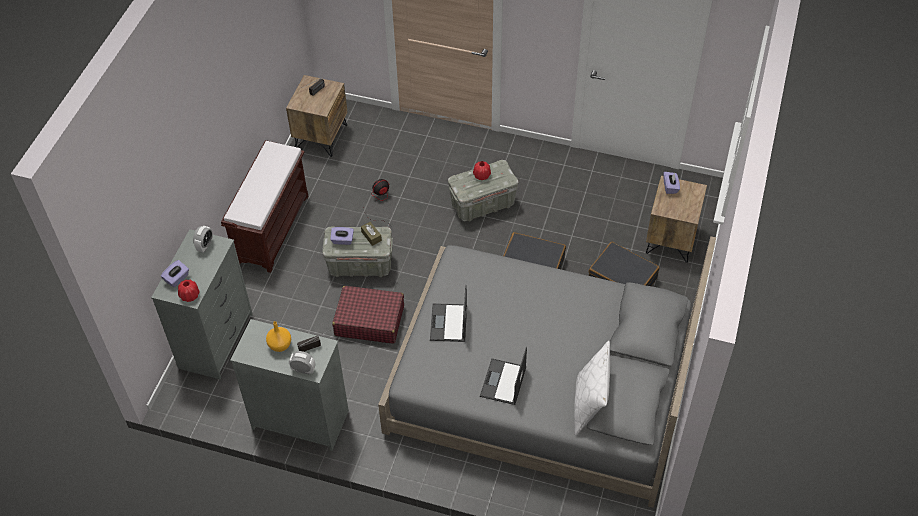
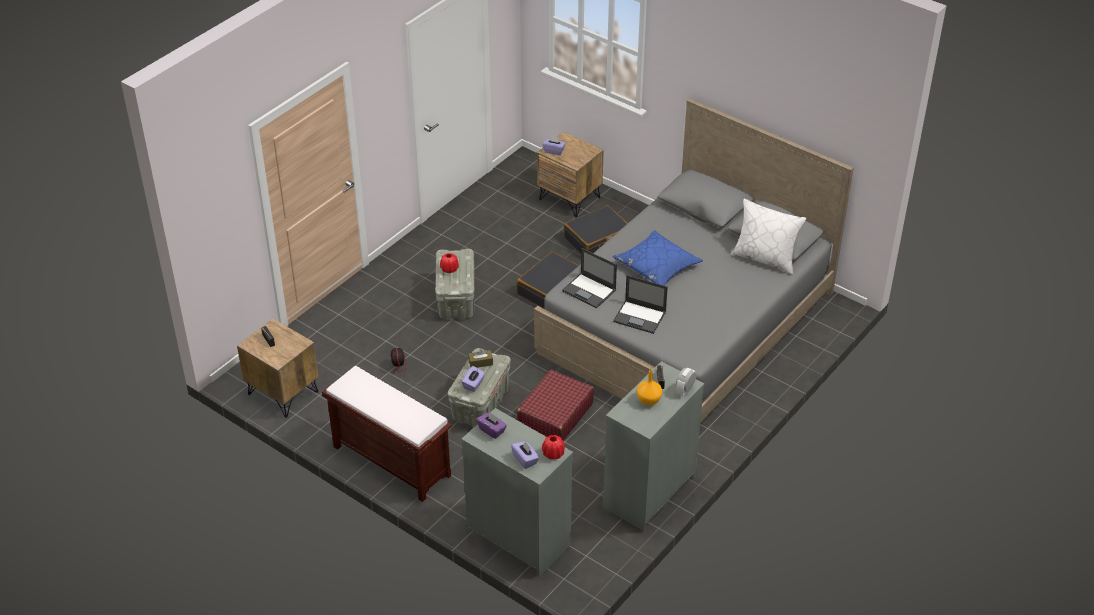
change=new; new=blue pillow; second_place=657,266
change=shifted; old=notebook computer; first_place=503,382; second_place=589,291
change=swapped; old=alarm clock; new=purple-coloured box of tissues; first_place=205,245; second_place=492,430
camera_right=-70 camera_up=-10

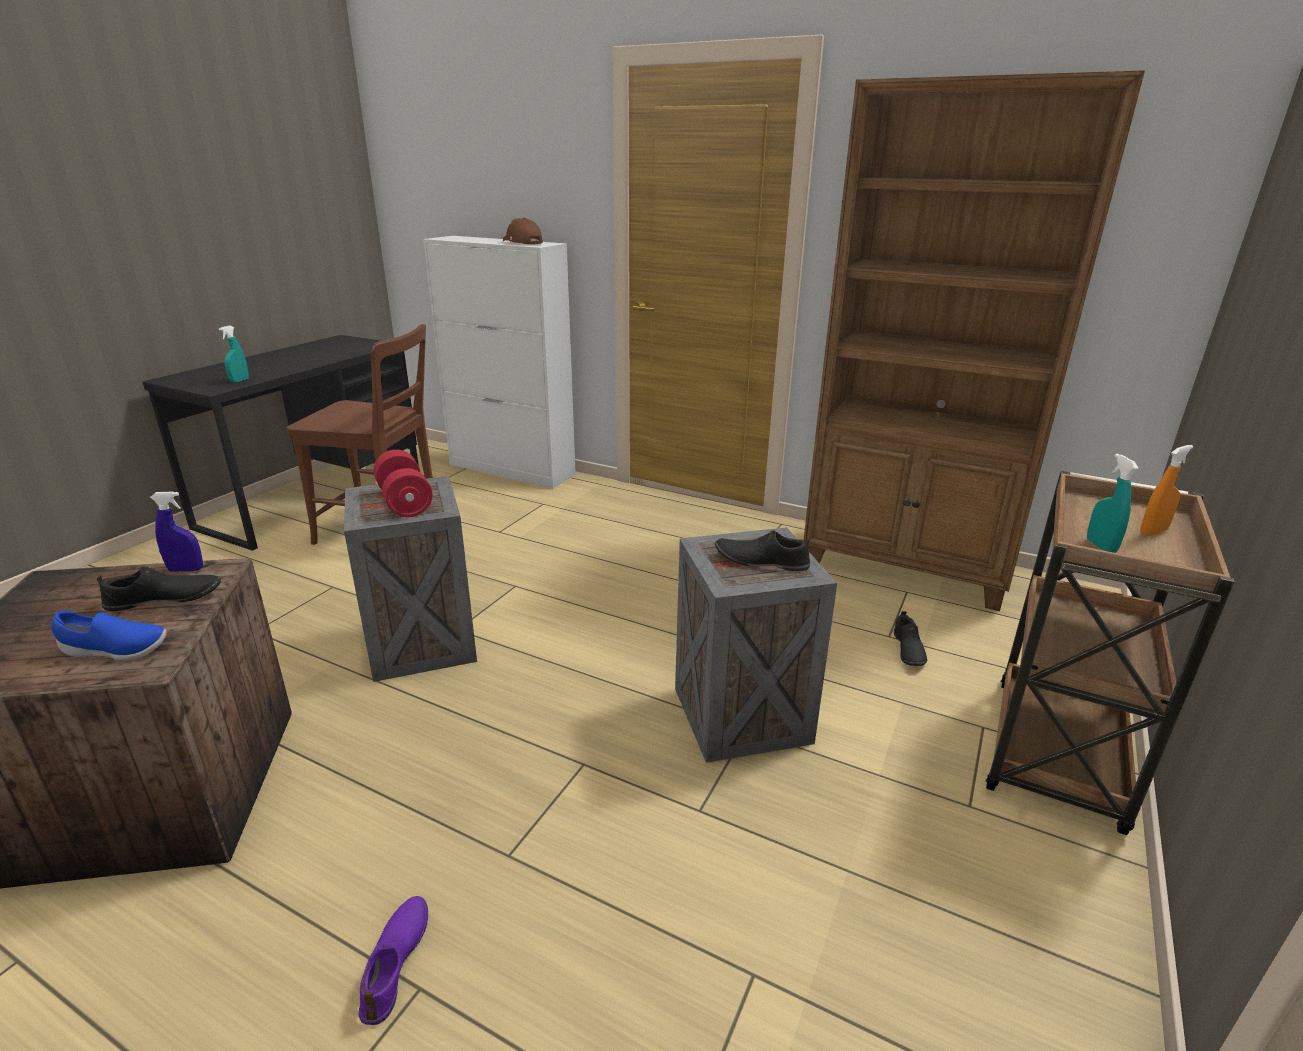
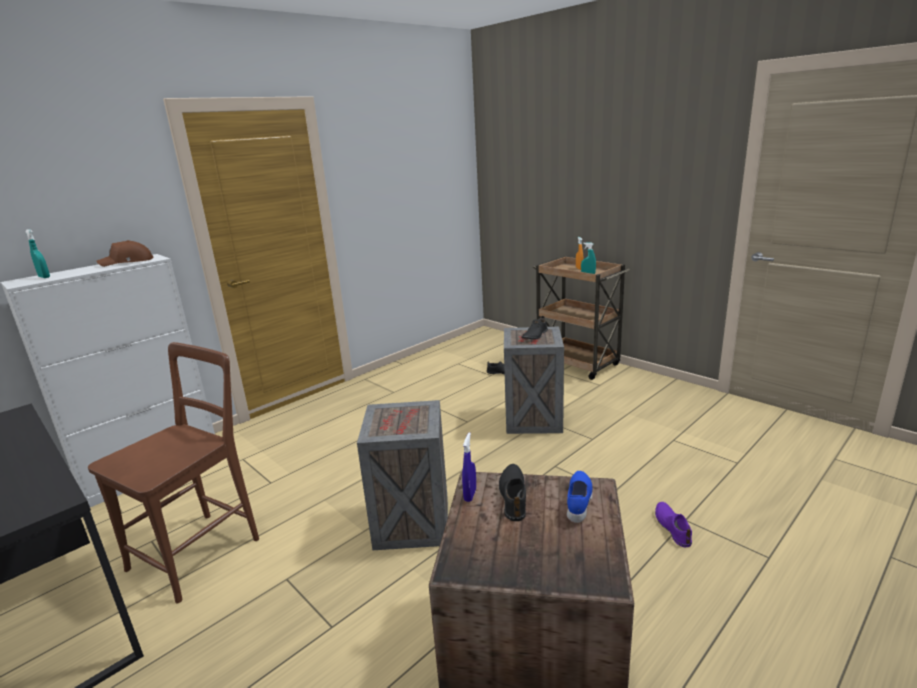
change=gone; old=red-coloured hand weight; first_place=405,502
change=gone; old=brownish shelving unit; first_place=907,567
change=shifted; old=blue-green hand sprayer; first_place=239,380; second_place=44,277
change=rotated; old=purple-coloured item of footwear; first_place=396,962; second_place=672,527; degrees=60
camera_right=-70 camera_up=-5

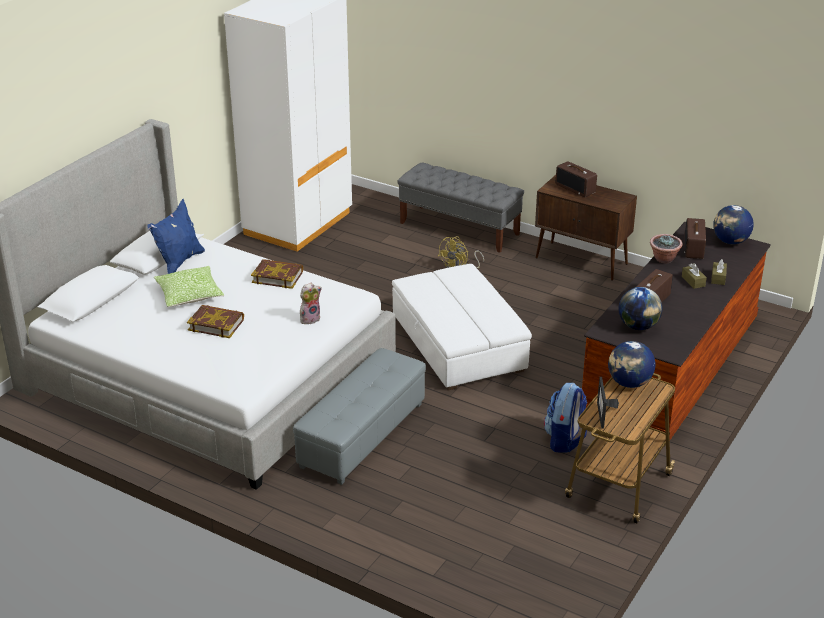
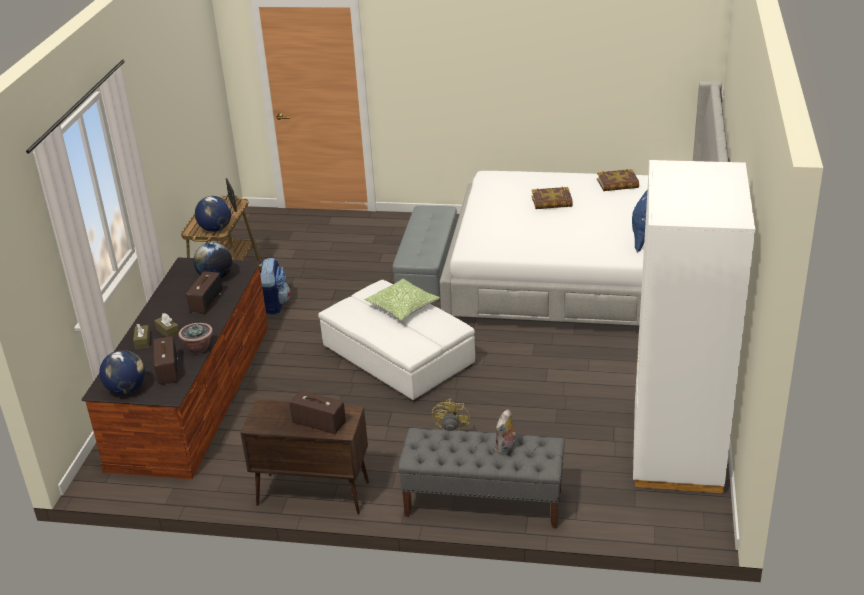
change=shifted; old=pillow; first_place=189,295; second_place=402,307
change=shifted; old=book; first_place=277,277; second_place=617,184
change=shifted; old=plush toy; first_place=310,318; second_place=506,448
camera_right=160 camera_up=0

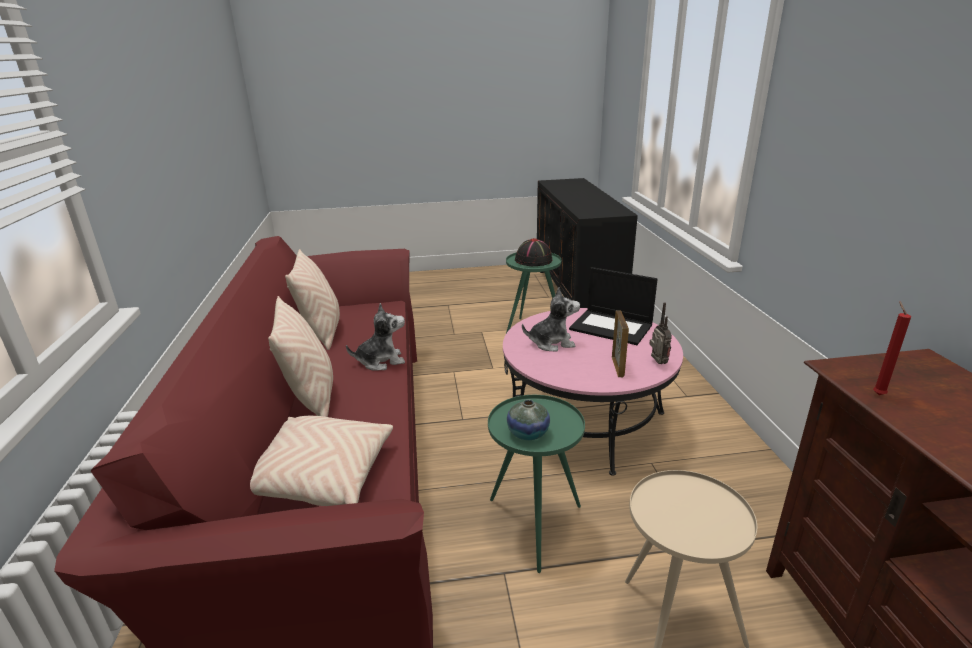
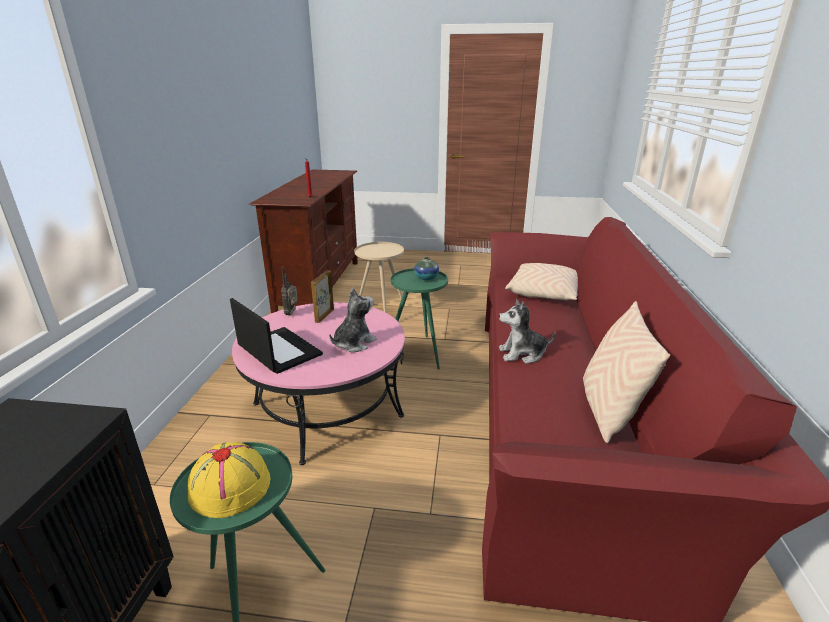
change=gone; old=beige-coloured pillow; first_place=311,398
change=repainted; old=black hat; new=yellow hat; first_place=534,260; second_place=230,486
change=rotated; old=plush toy; first_place=551,343; second_place=353,343; degrees=120
camera_right=-165 camera_up=0

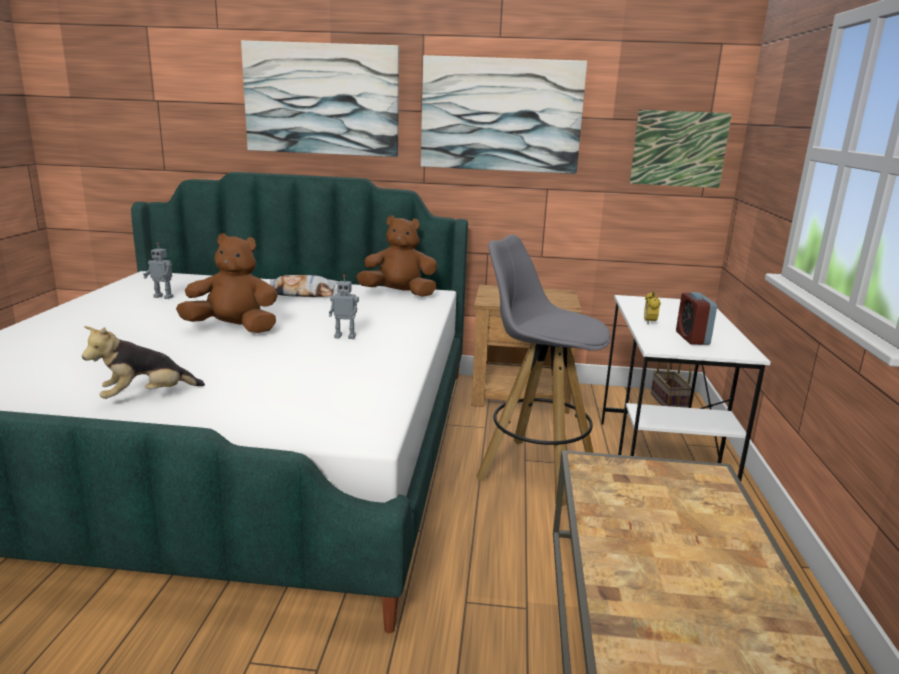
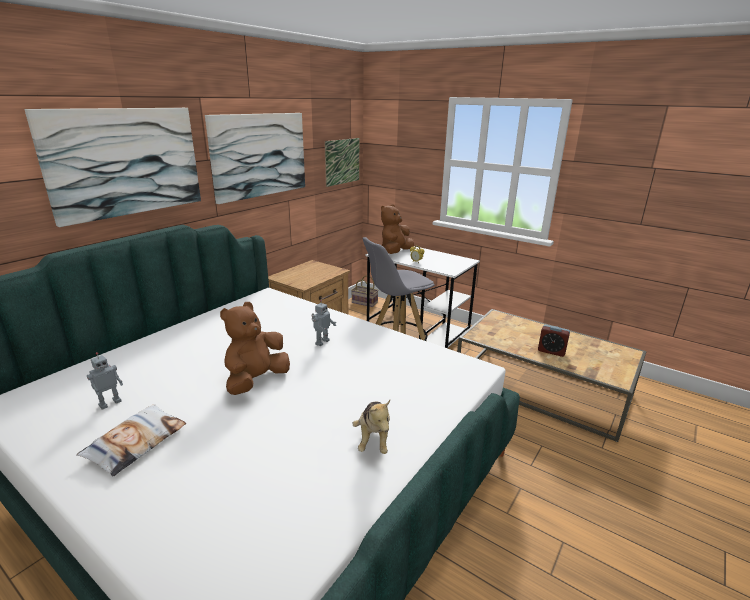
change=shifted; old=pillow; first_place=302,293; second_place=136,443
change=shifted; old=brownish plush toy; first_place=399,294; second_place=395,252
change=shifted; old=alarm clock; first_place=692,338; second_place=551,351
camera_right=-60 camera_up=5

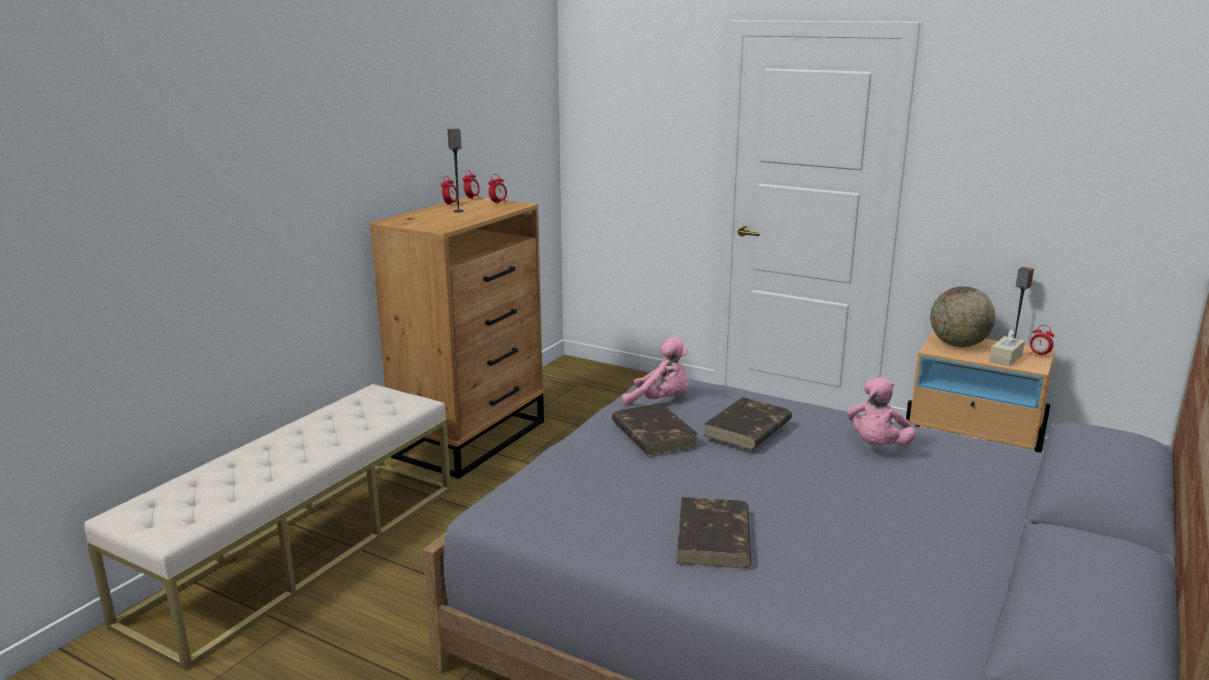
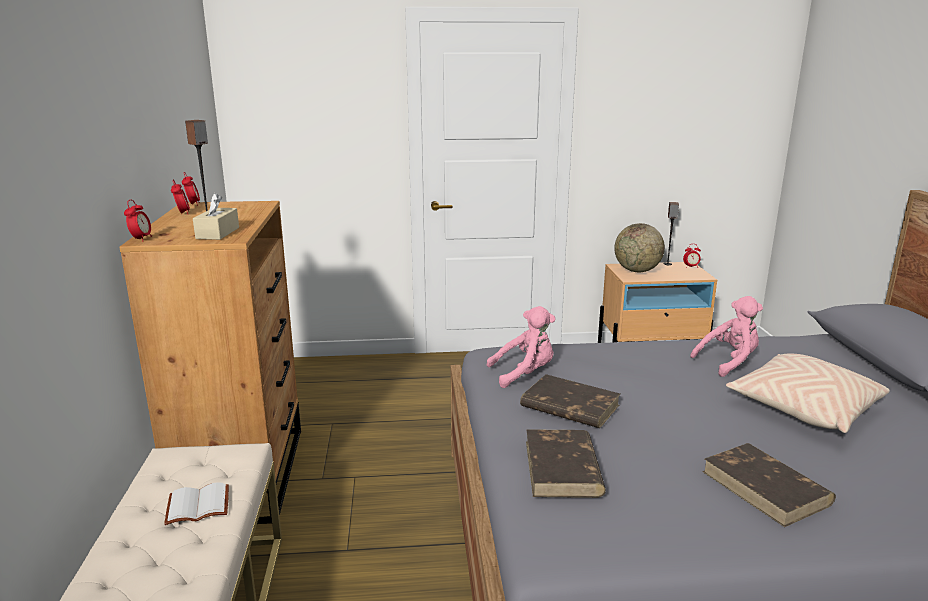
change=new; new=white book; second_place=197,507
change=new; new=beige-coloured pillow; second_place=803,408
change=shifted; old=alarm clock; first_place=498,203; second_place=141,239
change=shifted; old=brownish book; first_place=747,428; second_place=563,468
change=shifted; old=beige-coloured box of tissues; first_place=1005,358; second_place=218,233
change=rotated; old=pinkish plush toy; first_place=877,447; second_place=729,362; degrees=-105
camera_right=-35 camera_up=0

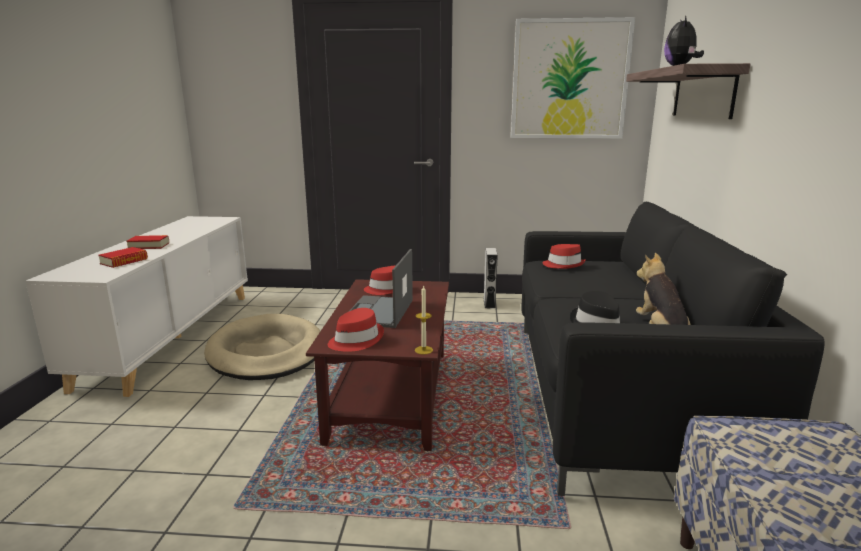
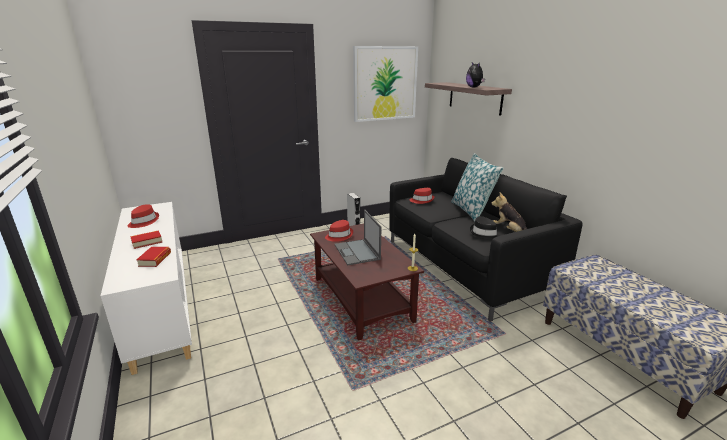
change=gone; old=beige-coloured dog bed; first_place=266,352
change=new; new=pillow; second_place=472,211
change=shifted; old=red-coloured hat; first_place=356,340; second_place=143,221
camera_right=-30 camera_up=5

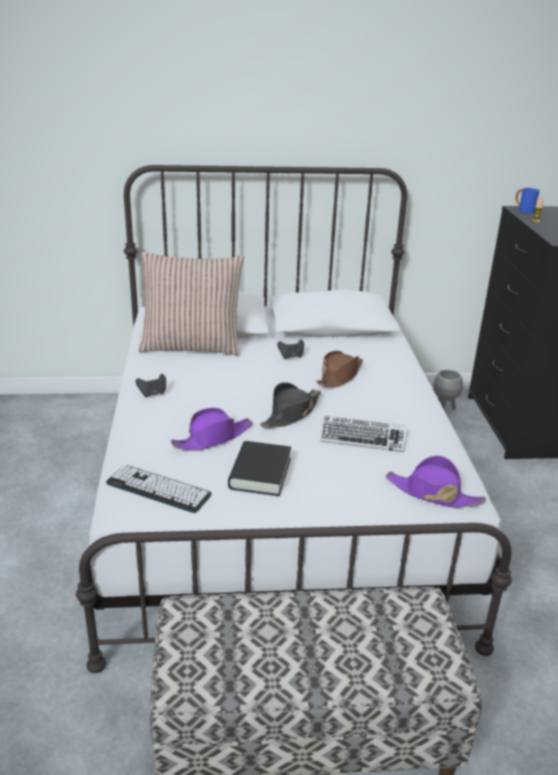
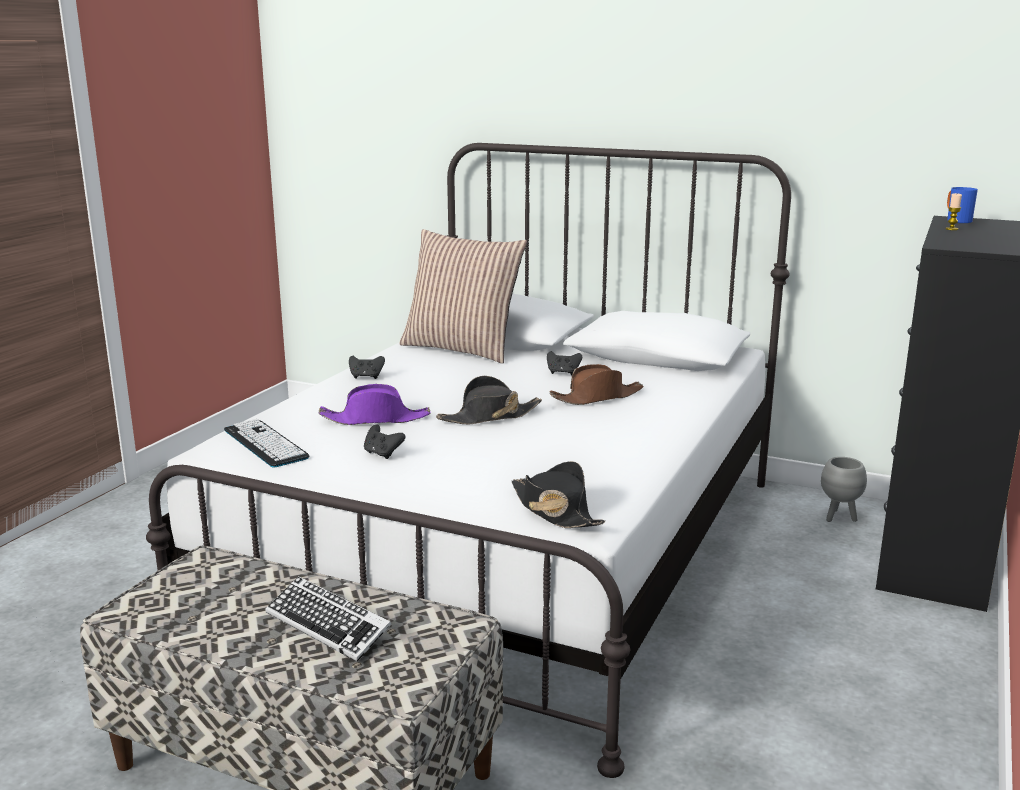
change=shifted; old=PC keyboard; first_place=362,438; second_place=328,625
change=swapped; old=black book; new=black gamepad; first_place=260,473; second_place=382,454
change=repainted; old=purple-coloured hat; new=black hat; first_place=432,493; second_place=554,511
camera_right=30 camera_up=-10

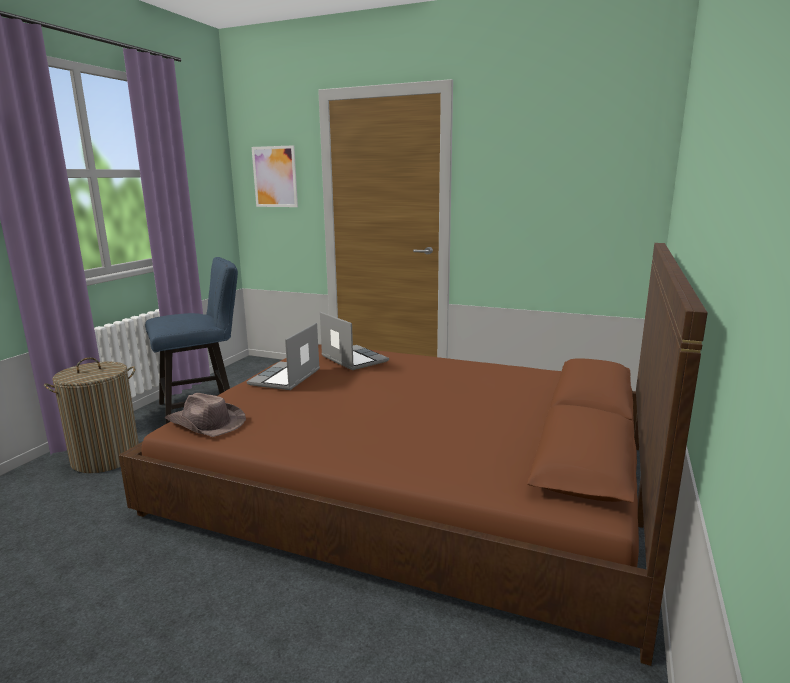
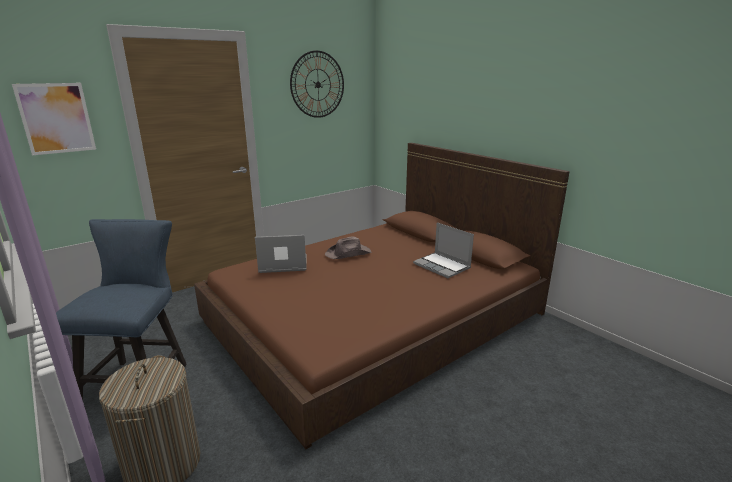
change=new; new=hanging clock; second_place=317,84
change=shifted; old=brownish hat; first_place=205,423; second_place=348,254
change=shifted; old=notebook computer; first_place=285,378; second_place=442,266
camera_right=-60 camera_up=5

